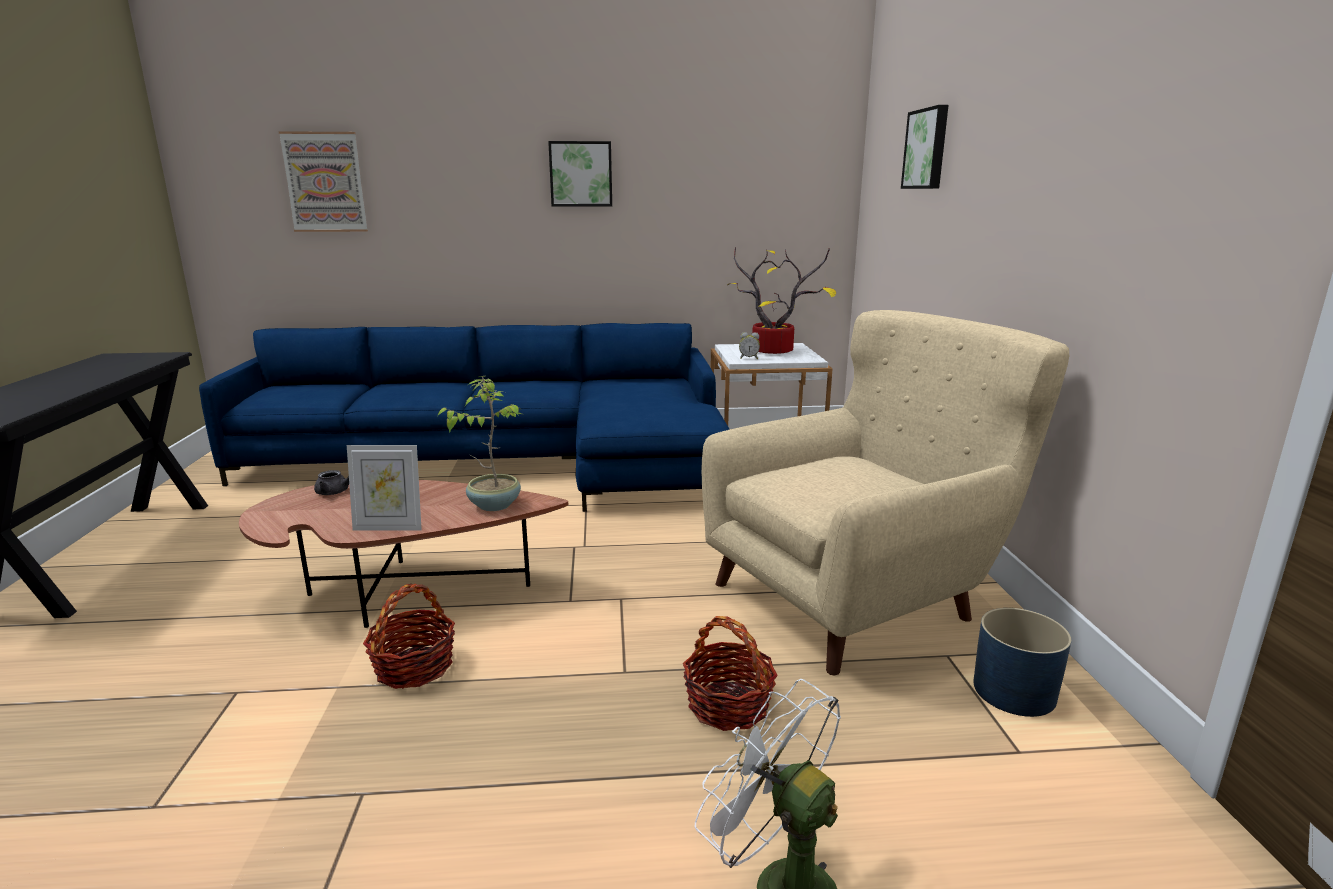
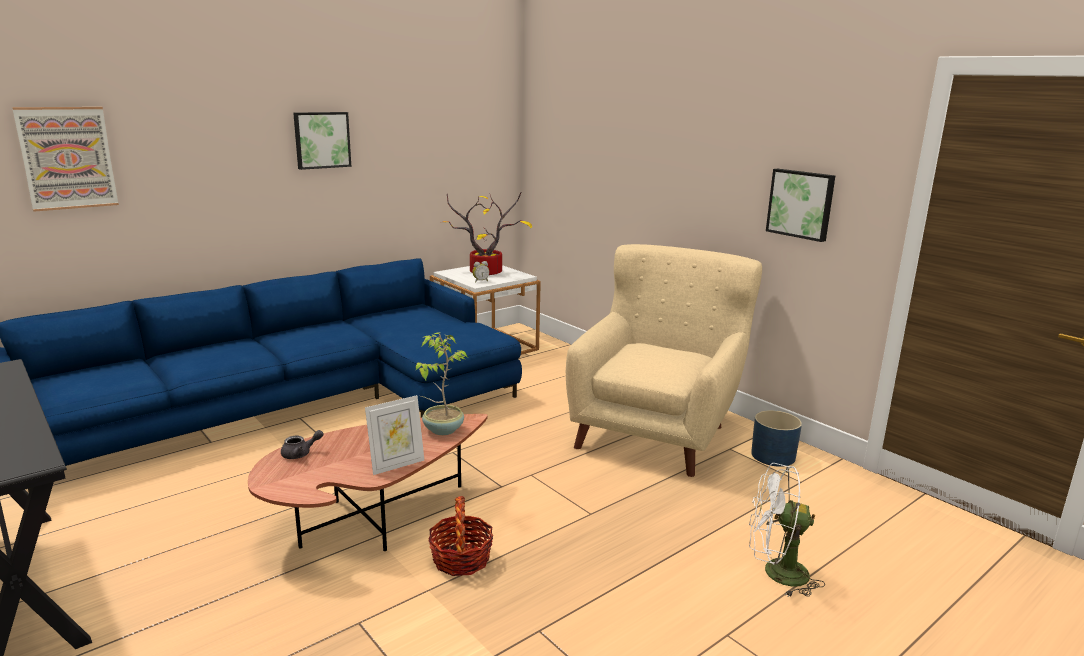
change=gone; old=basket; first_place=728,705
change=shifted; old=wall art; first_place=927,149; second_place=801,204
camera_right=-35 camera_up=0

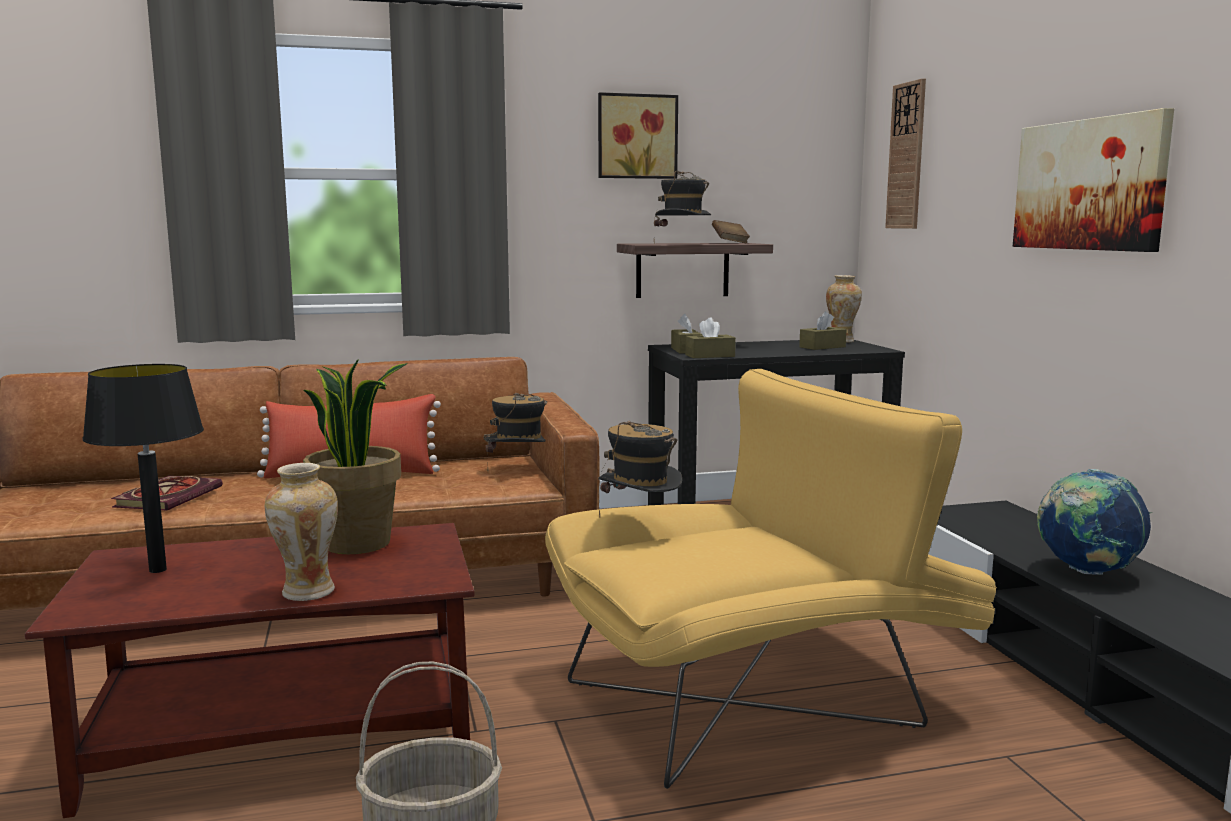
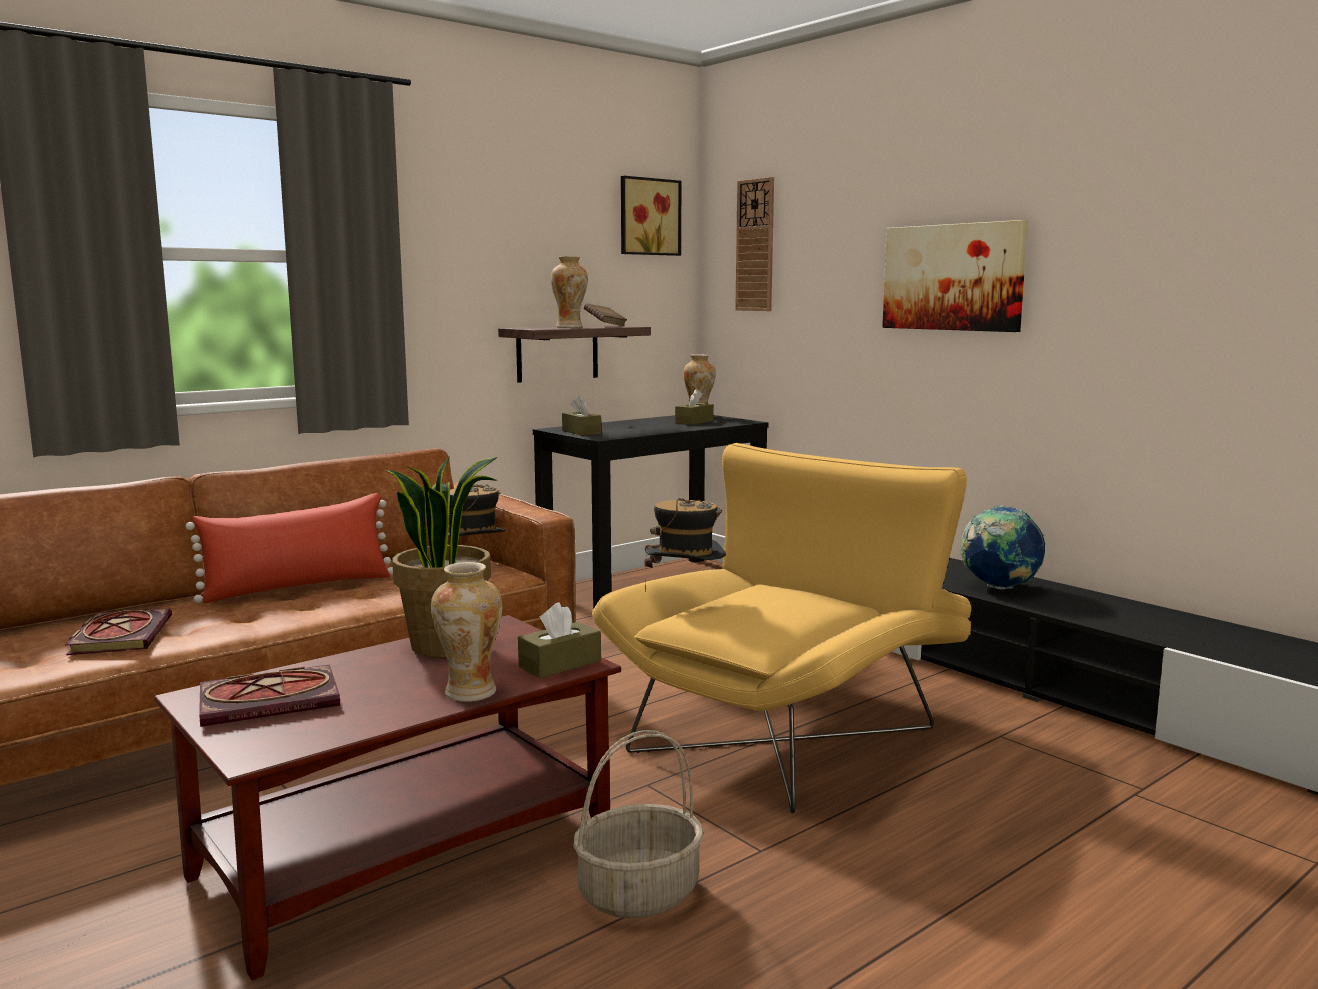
change=shifted; old=wall art; first_place=636,137; second_place=648,217
change=shifted; old=brownish box of tissues; first_place=710,356; second_place=560,664
change=swapped; old=black table lamp; new=book; first_place=159,570; second_place=273,700
change=swapped; old=hat; new=flower vase; first_place=682,243; second_place=570,327
camera_right=-25 camera_up=0

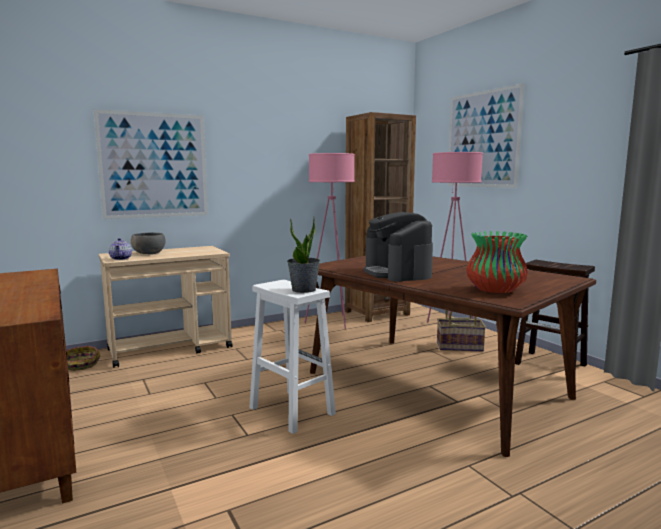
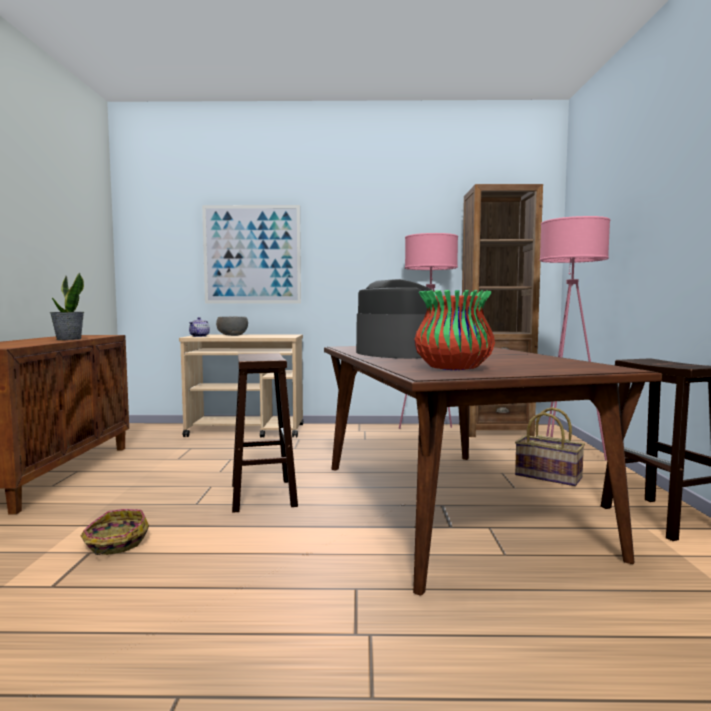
change=gone; old=wall art; first_place=482,139
change=shifted; old=basket; first_place=80,365; second_place=115,543
change=shifted; old=houseplant; first_place=304,290; second_place=68,339
change=repainted; old=white stool seat; new=brownish stool seat; first_place=290,410; second_place=262,494
change=rotated; old=coffee maker; first_place=397,273; second_place=398,354; degrees=135
camera_right=30 camera_up=-5

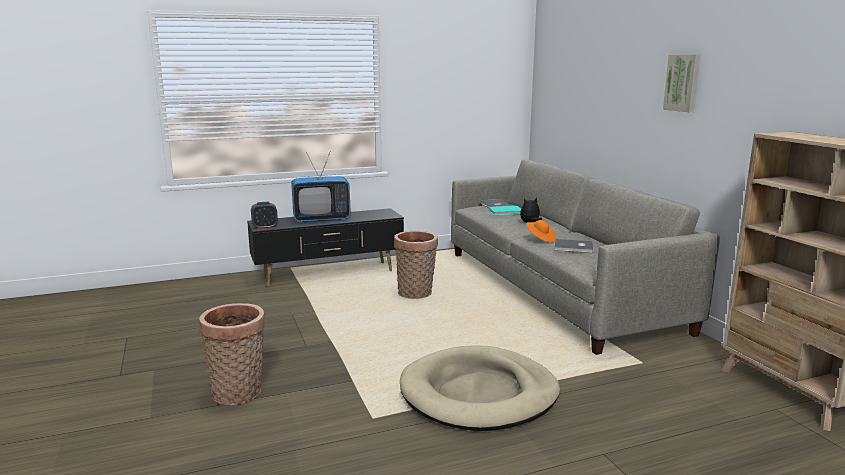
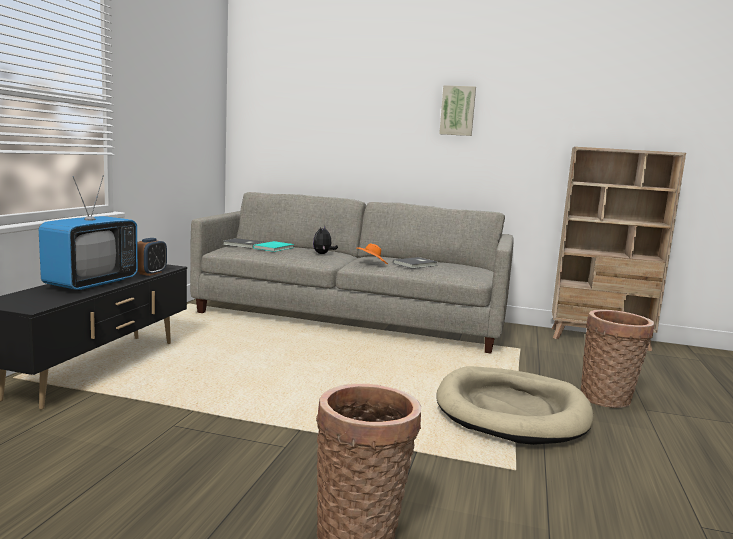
change=shifted; old=alarm clock; first_place=265,227; second_place=150,273
change=shifted; old=basket; first_place=416,294; second_place=608,398
camera_right=-55 camera_up=-5

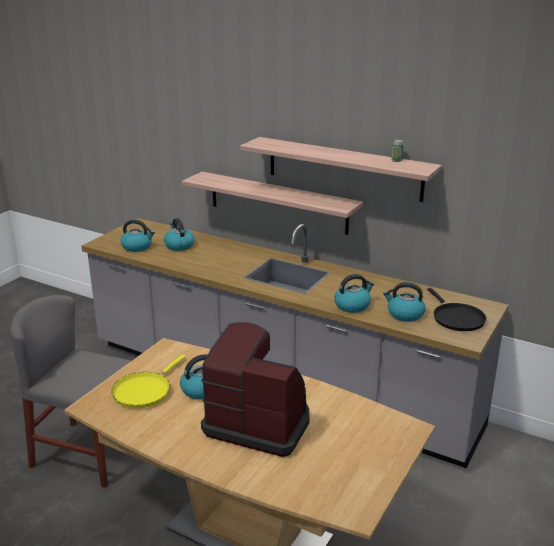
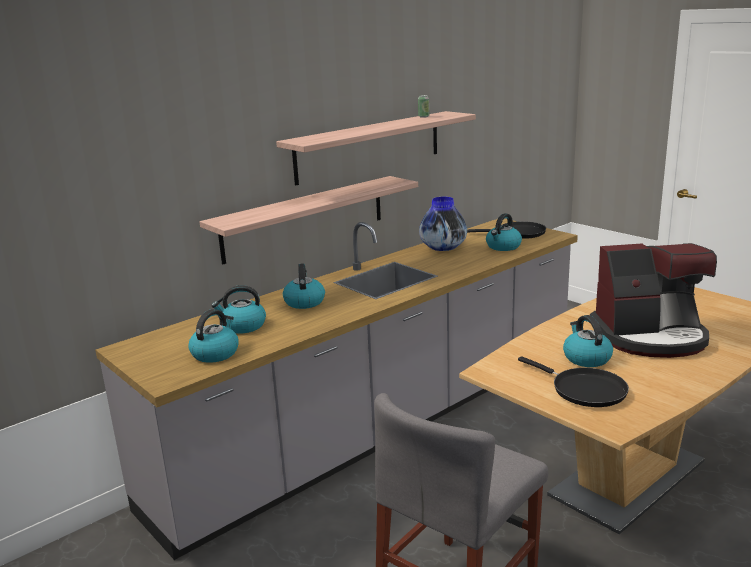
change=new; new=flower vase; second_place=443,248
change=shifted; old=water kettle; first_place=352,305; second_place=304,302
change=repainted; old=yellow skillet; new=black skillet; first_place=144,391; second_place=584,390
change=rotated; old=coffee maker; first_place=258,422; second_place=650,336; degrees=-135
camera_right=-70 camera_up=-5

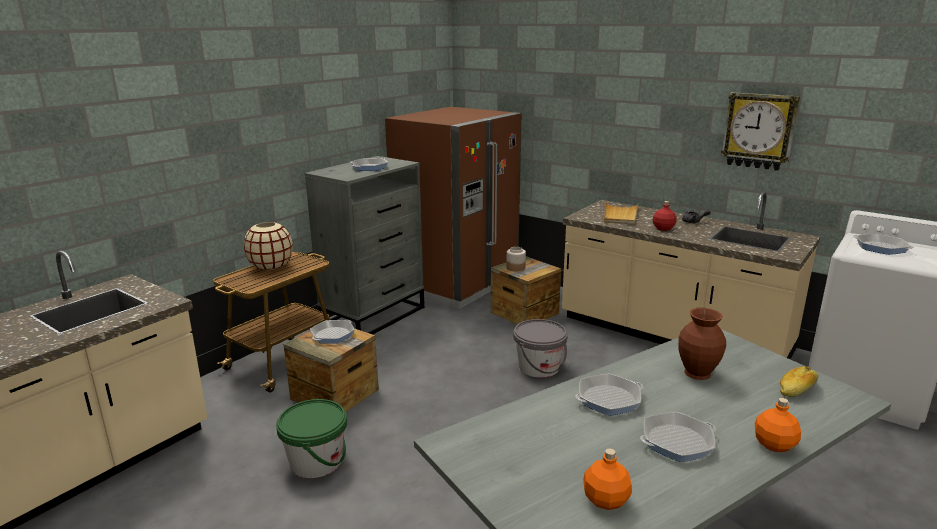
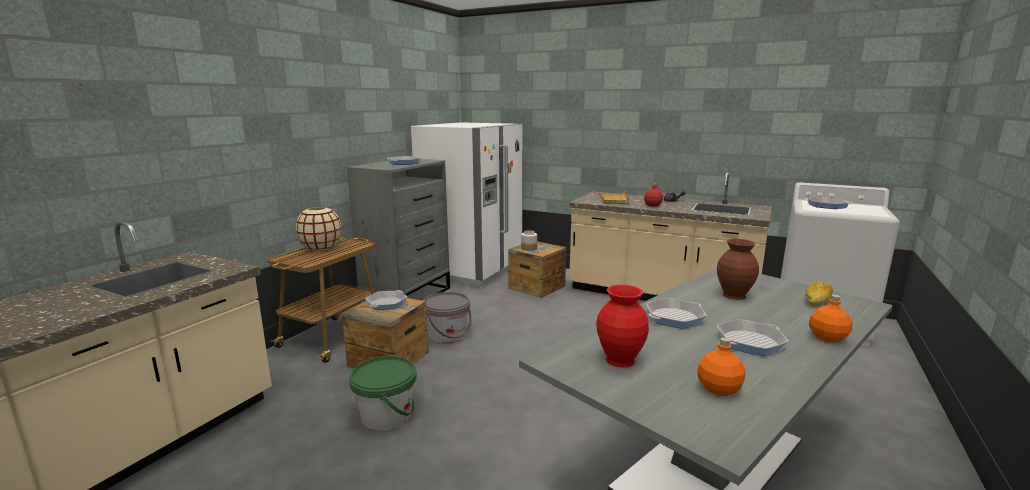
change=gone; old=hanging clock; first_place=759,131
change=new; new=red-coloured flower vase; second_place=619,360
change=shifted; old=grey pail; first_place=539,367; second_place=447,334
change=repainted; old=brownish kitchen fridge; new=white kitchen fridge; first_place=457,284; second_place=473,270
camera_right=-10 camera_up=-5

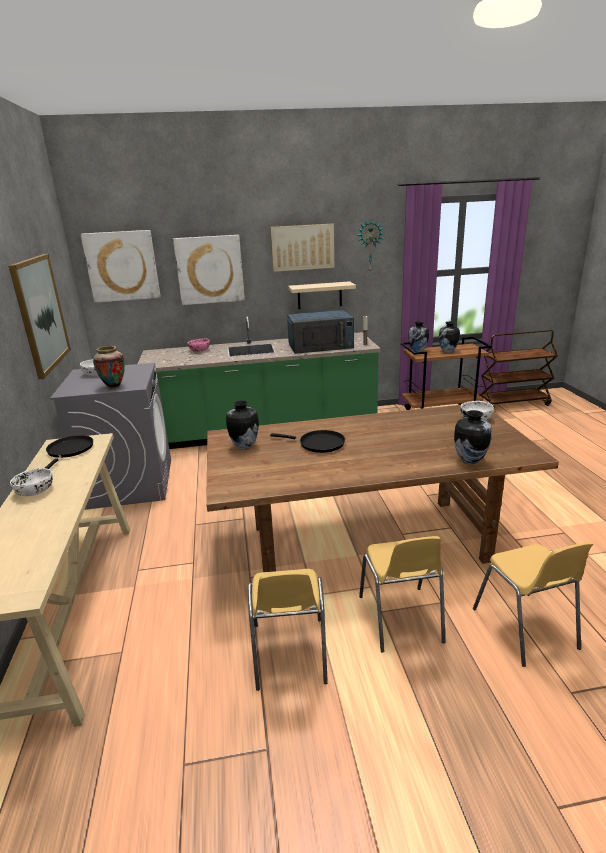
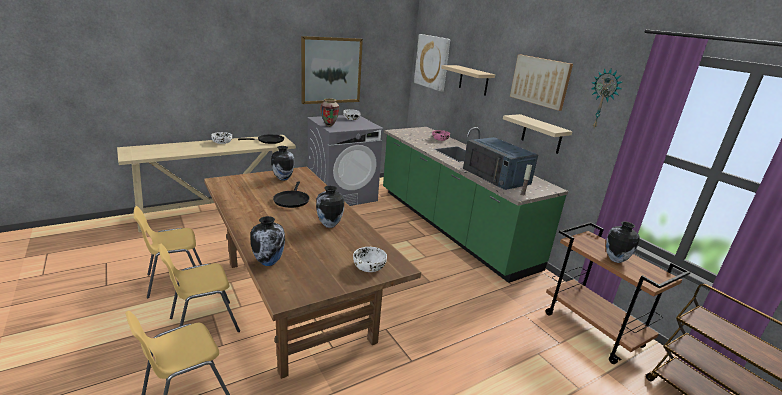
change=shifted; old=flower vase; first_place=418,351; second_place=329,225
change=swapped; old=wall art; new=beige-coloured shelf; first_place=210,270; second_place=473,80
camera_right=65 camera_up=0

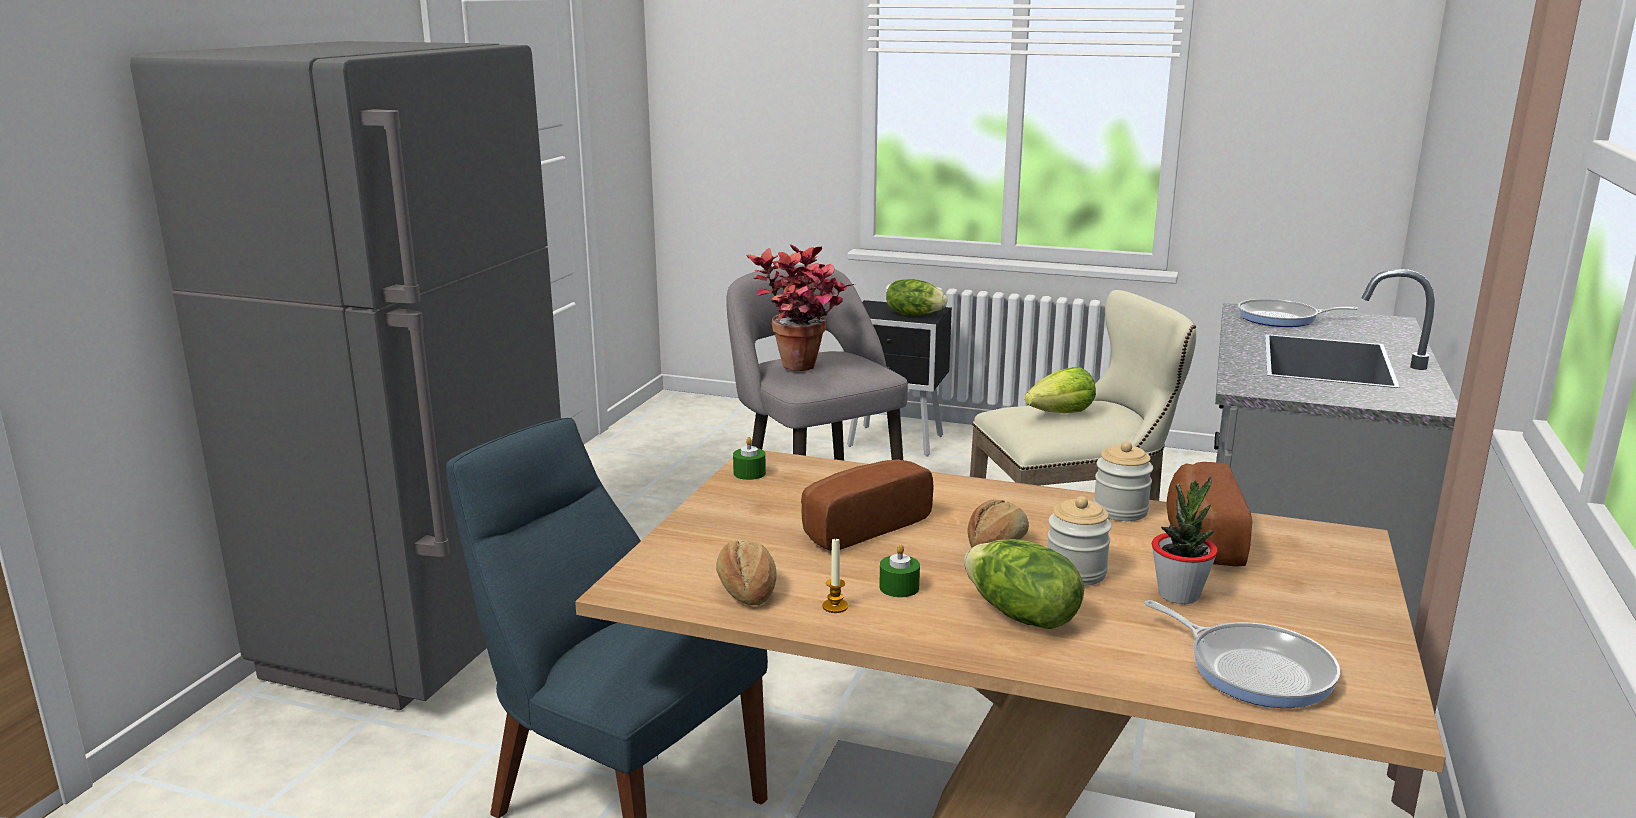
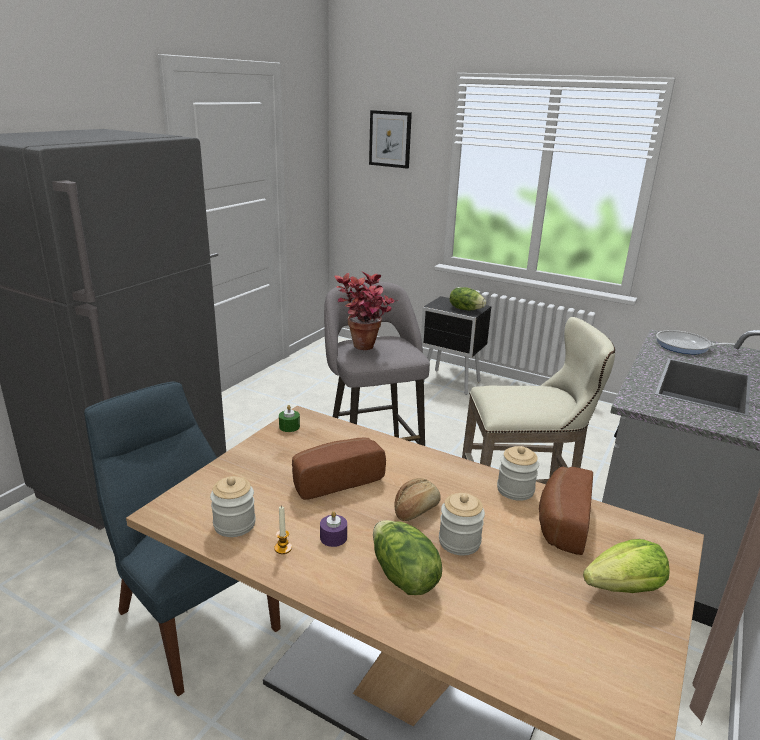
change=gone; old=skillet; first_place=1254,669
change=gone; old=houseplant; first_place=1179,594
change=new; new=wall art; second_place=390,139
change=shifted; old=lettuce head; first_place=1061,414; second_place=624,588
change=swapped; old=bakery bread; new=preserve jar; first_place=746,590; second_place=234,524
change=repainted; old=greenish wax light; new=purple-coloured wax light; first_place=899,587; second_place=333,537
camera_right=10 camera_up=5

